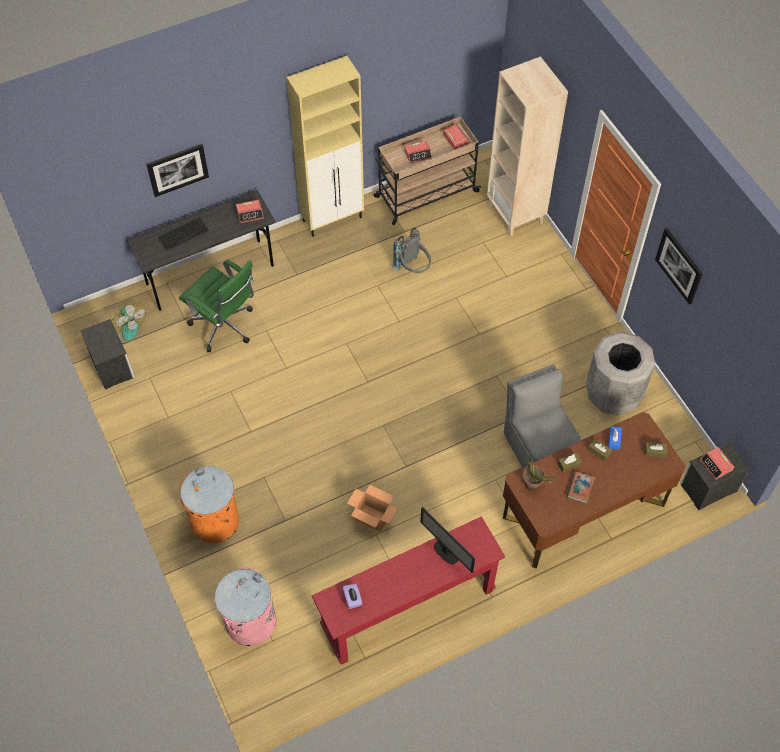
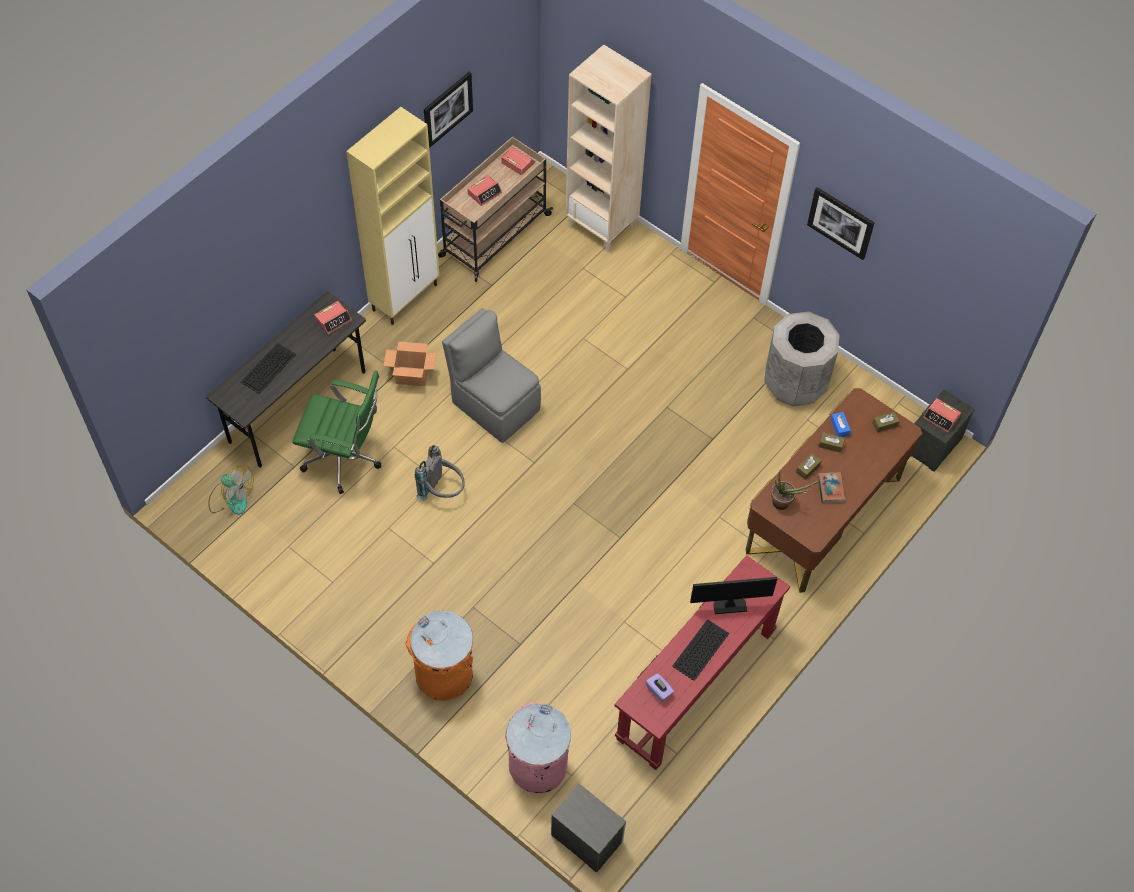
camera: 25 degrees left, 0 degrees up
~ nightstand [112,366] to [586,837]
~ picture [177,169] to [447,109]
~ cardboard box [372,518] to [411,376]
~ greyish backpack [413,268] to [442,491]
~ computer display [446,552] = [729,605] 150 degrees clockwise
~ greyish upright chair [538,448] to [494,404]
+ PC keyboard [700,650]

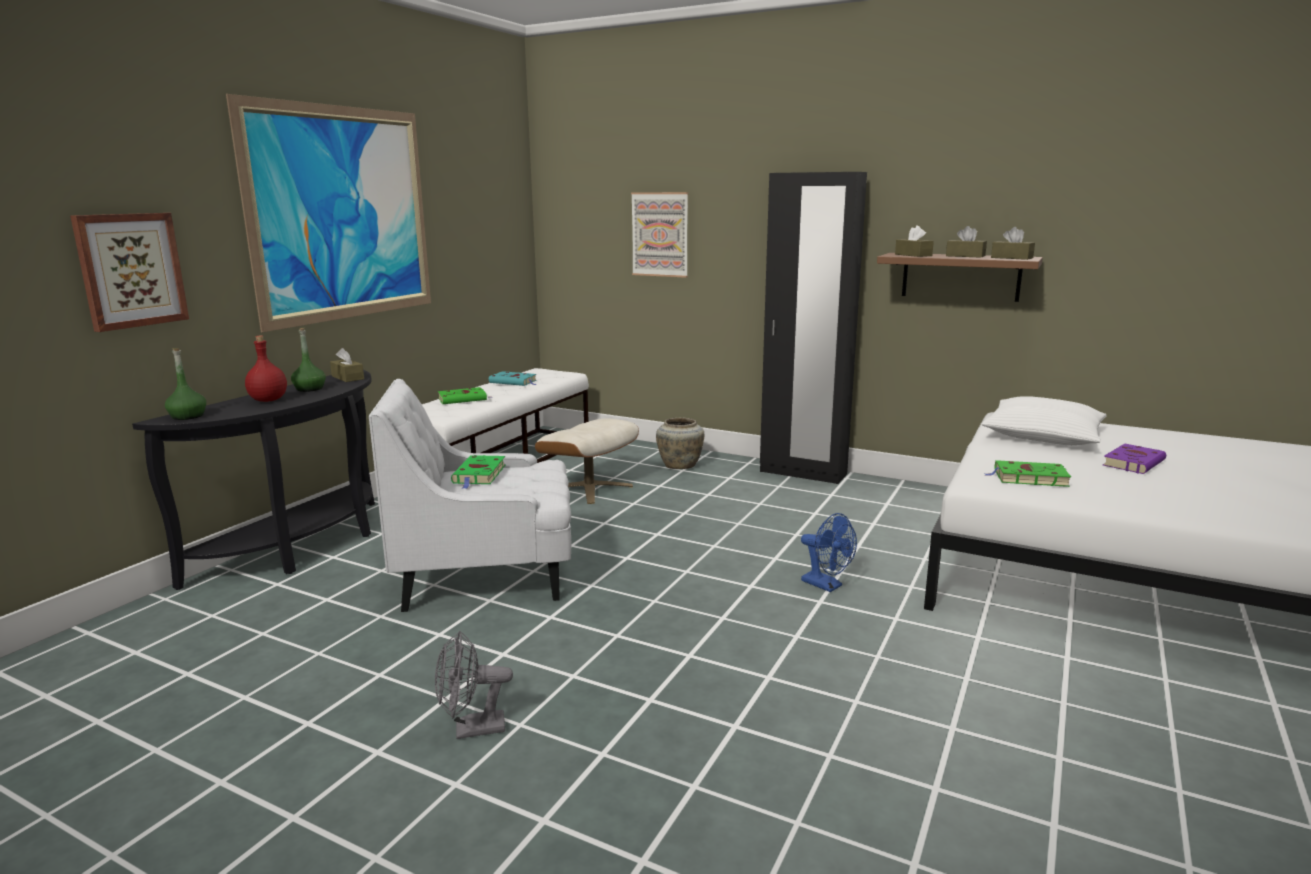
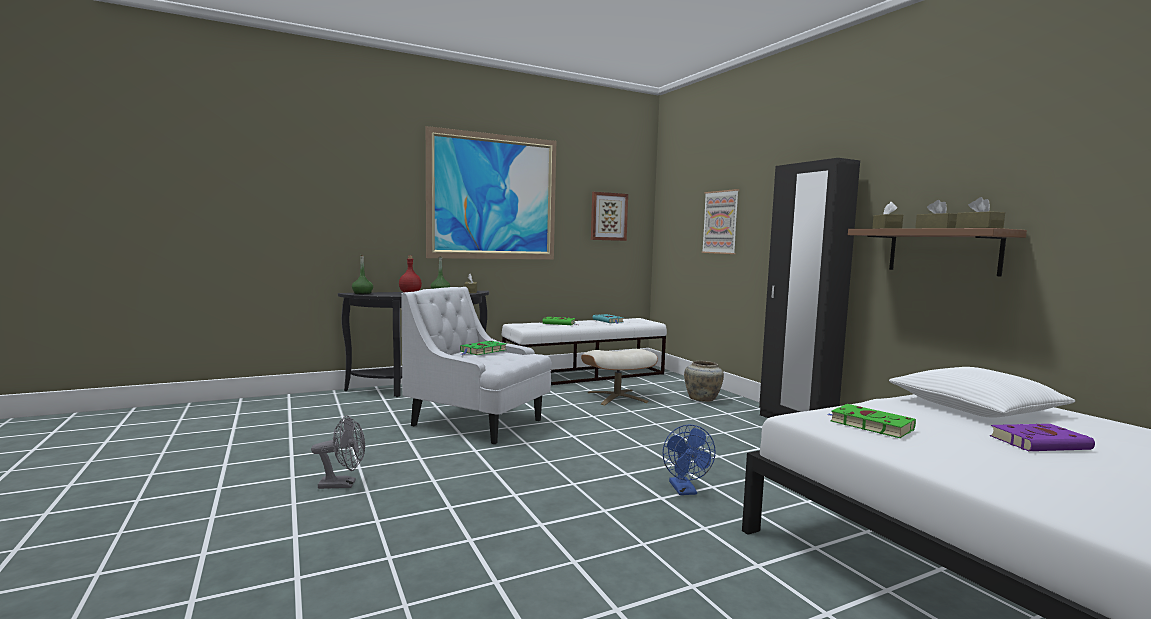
camera: 35 degrees right, 10 degrees down
~ picture [130,270] to [608,216]
~ greyish electric fan [471,729] = [343,484] 150 degrees clockwise

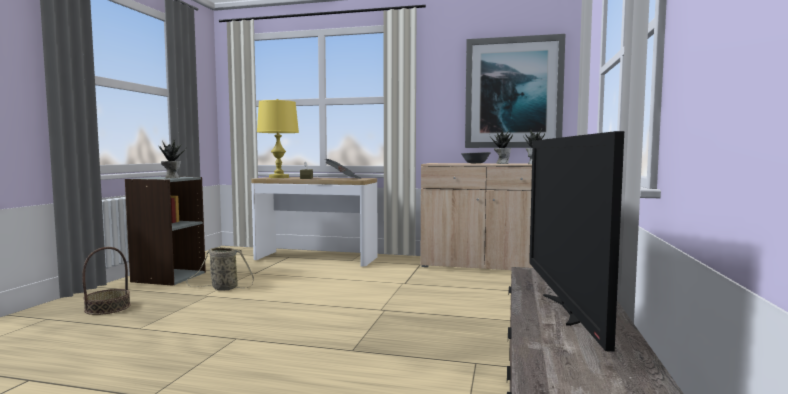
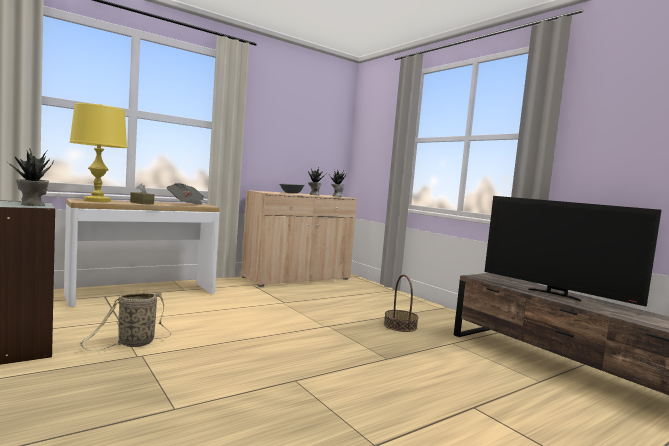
camera: 50 degrees left, 0 degrees up
~ basket [107,308] to [400,326]
- picture [513,93]

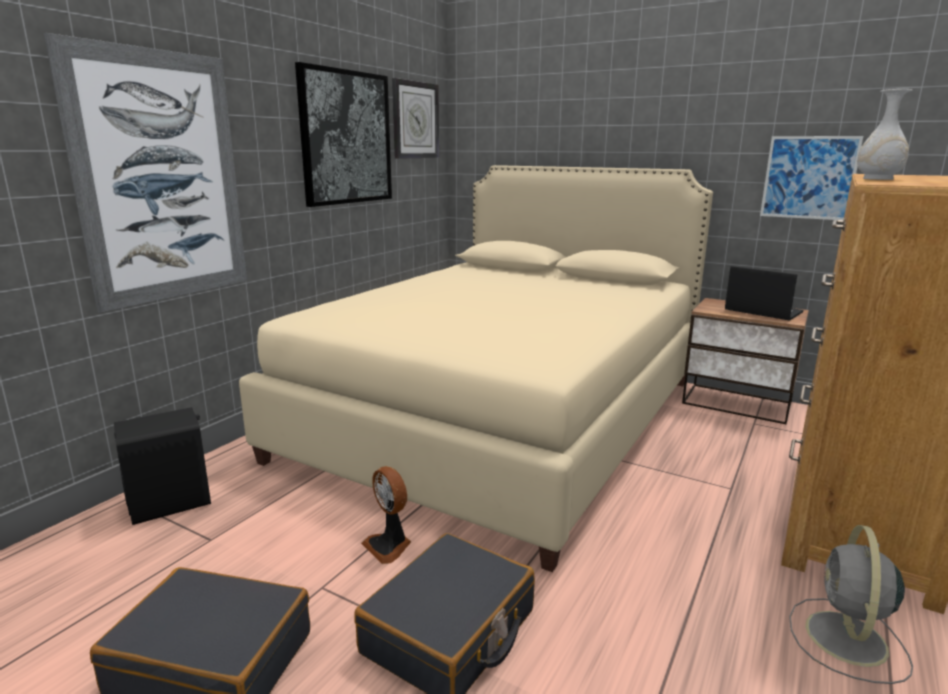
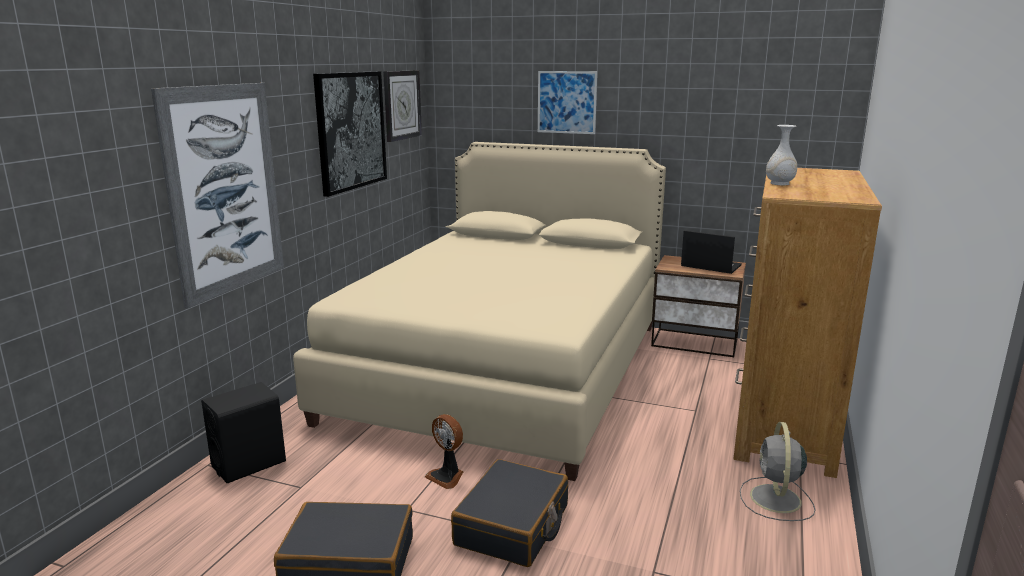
camera: 10 degrees left, 0 degrees up
~ picture [809,177] to [566,102]

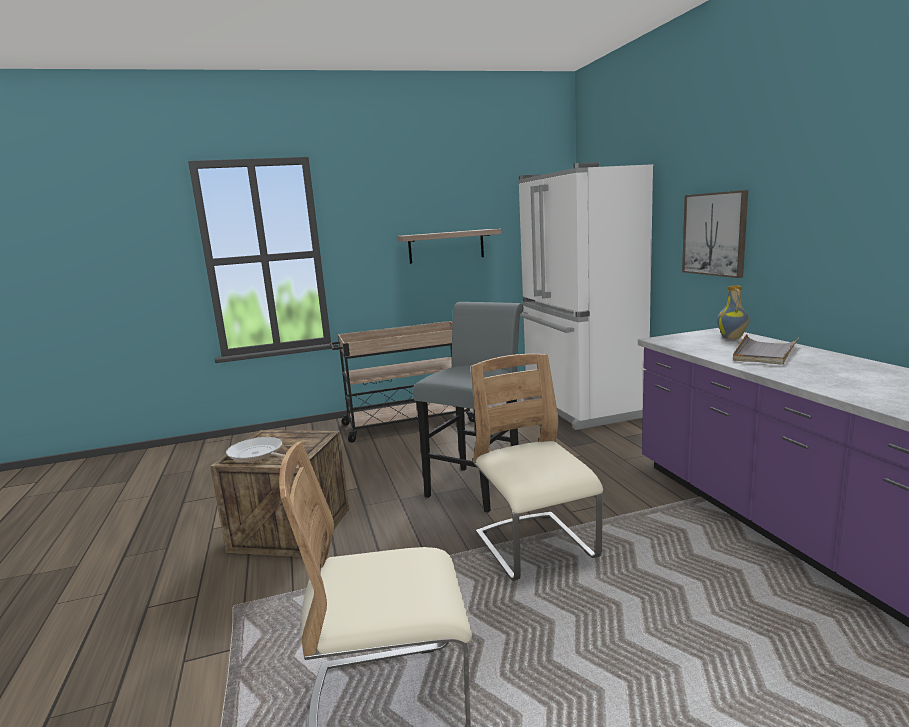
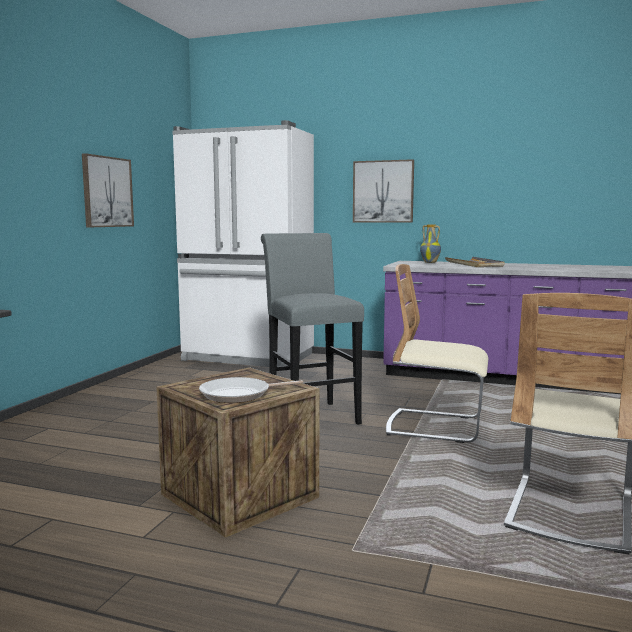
camera: 55 degrees left, 5 degrees down
- sand-coloured cart [407,423]
~ shelf [446,246] to picture [107,192]

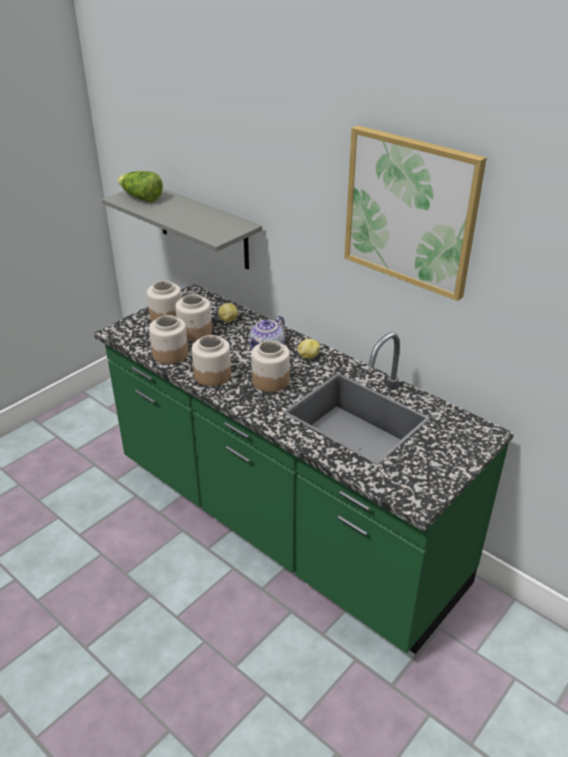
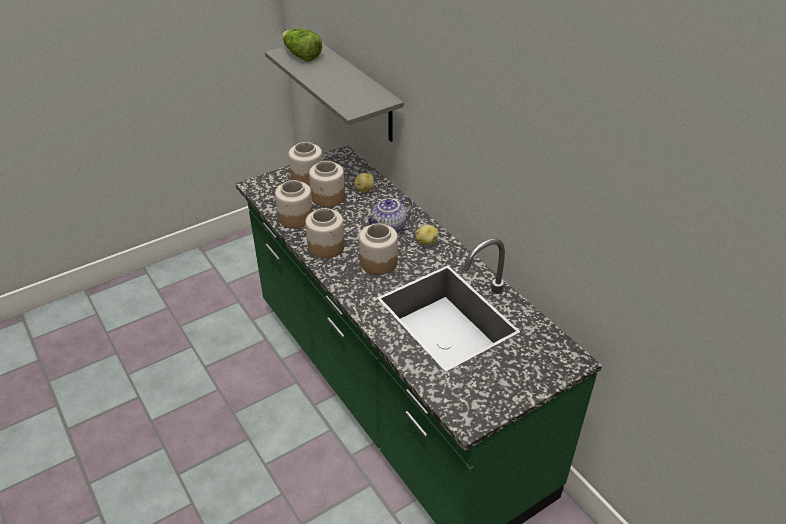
camera: 15 degrees right, 5 degrees up
- picture [410,211]

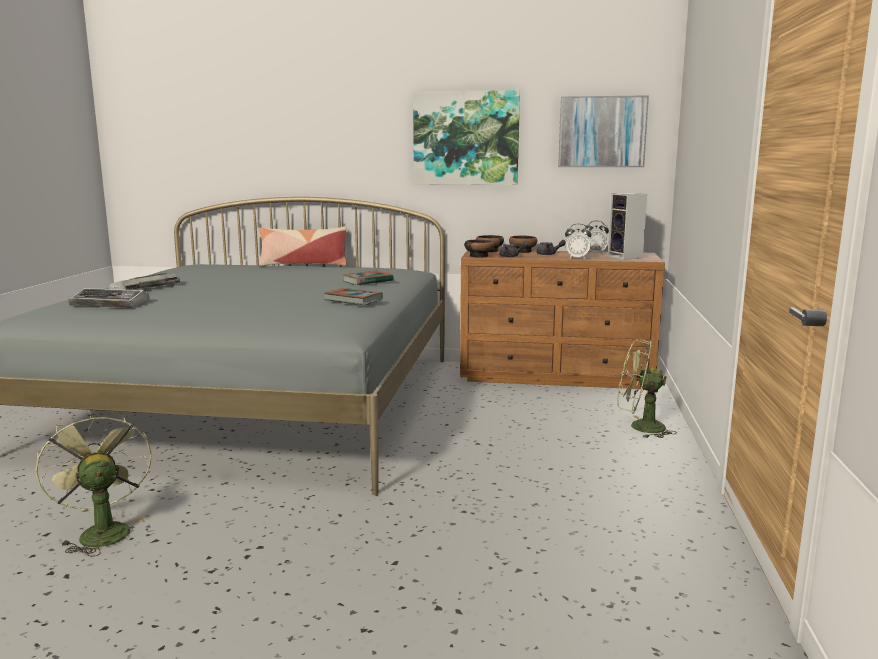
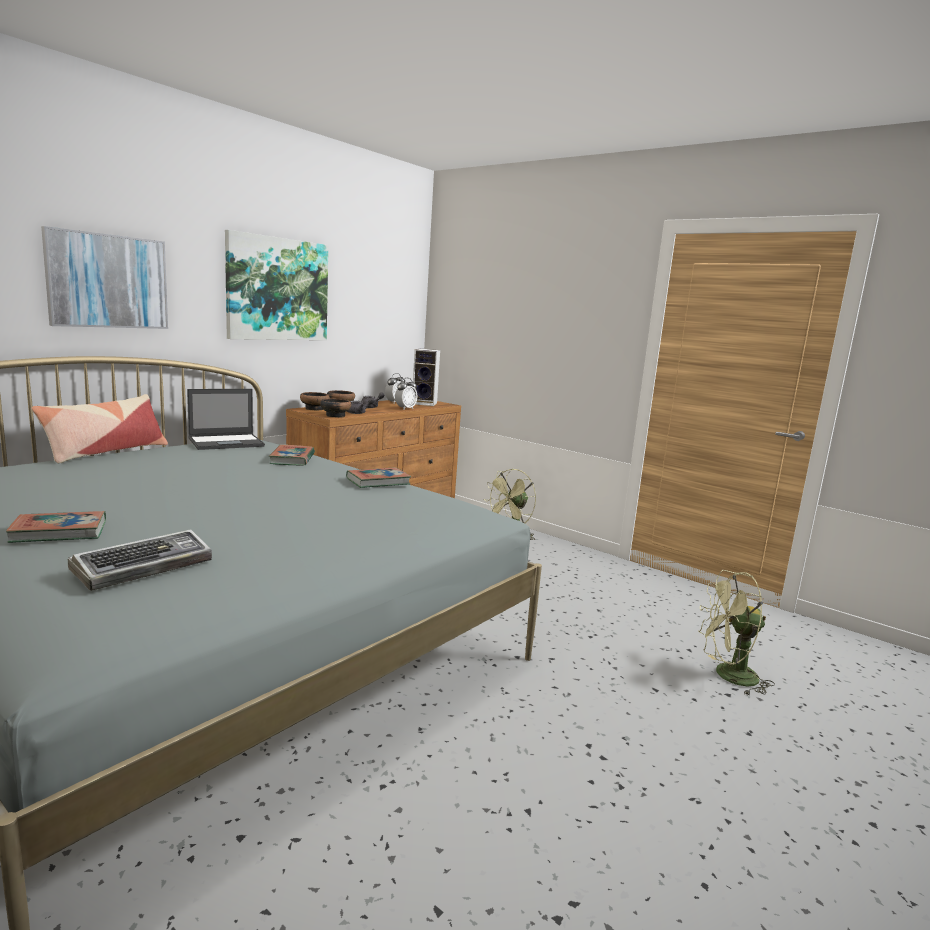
camera: 60 degrees left, 0 degrees up
~ green electric fan [101,531] to [727,676]
~ PC keyboard [145,288] to volume [59,532]
~ picture [602,132] to [108,281]
+ laptop [227,442]

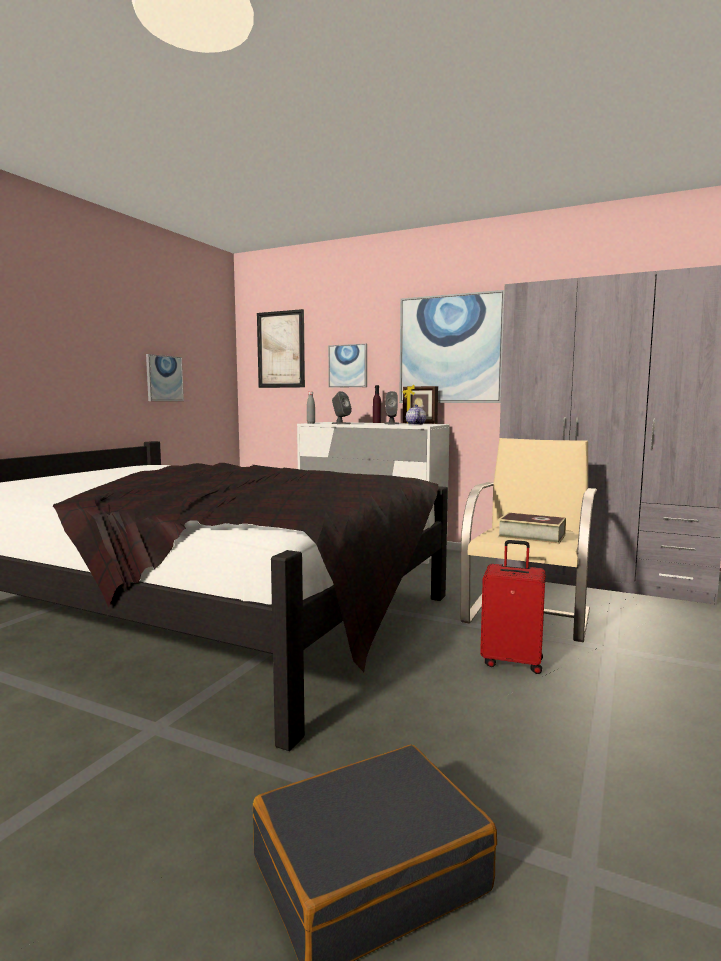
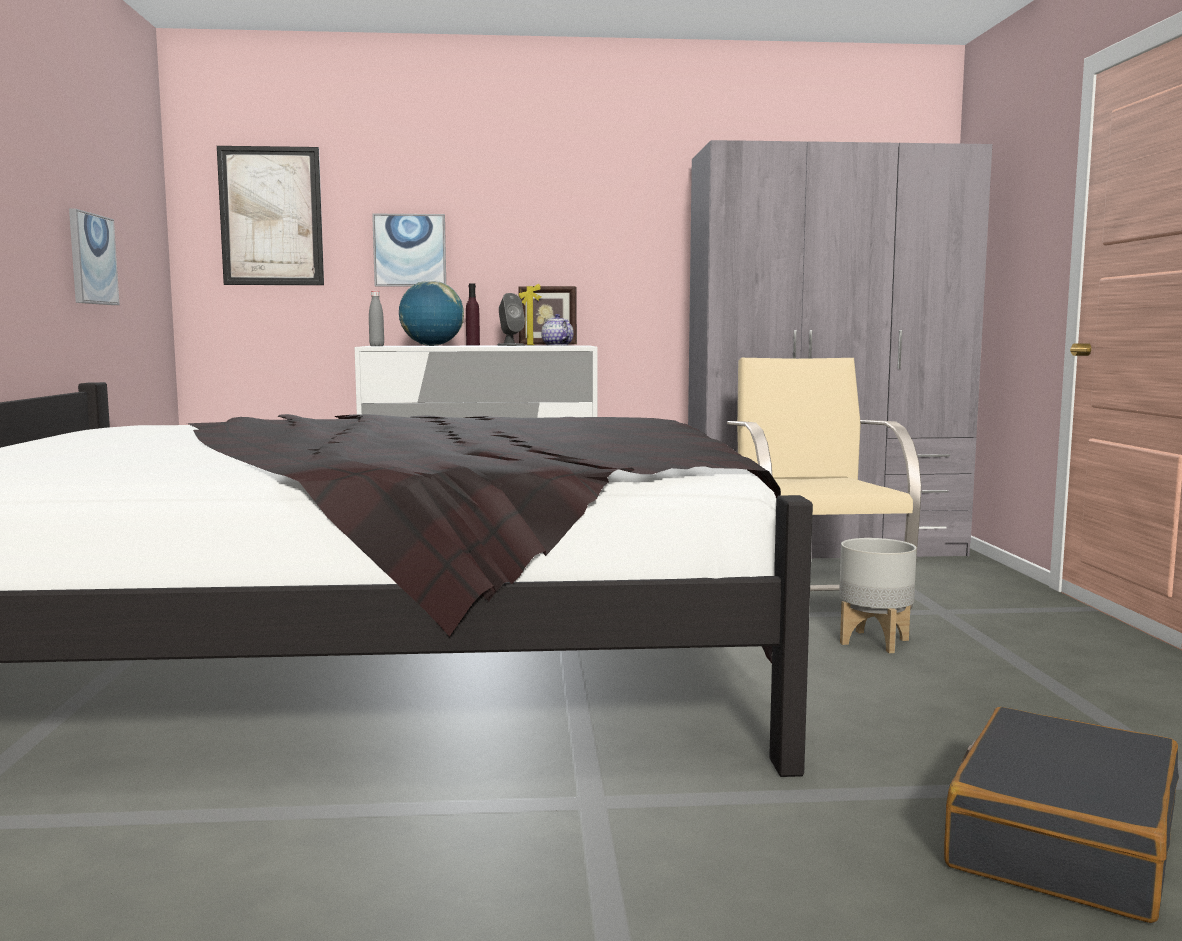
camera: 30 degrees left, 0 degrees up
~ greyish audio speaker [341,423] to desk globe [432,346]
- picture [450,349]
~ red piece of luggage [512,661] to greyish plant pot [874,641]
- volume [531,536]

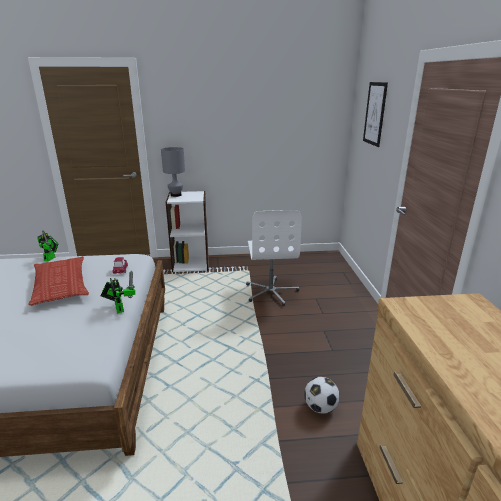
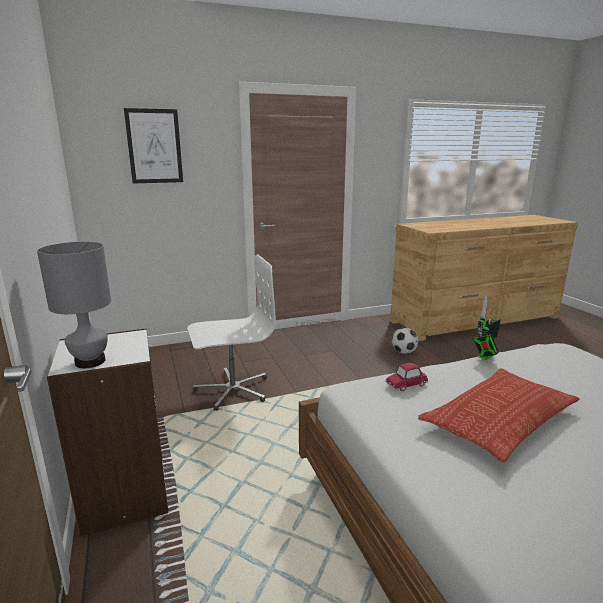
camera: 105 degrees left, 5 degrees down
- model robot [51,258]

